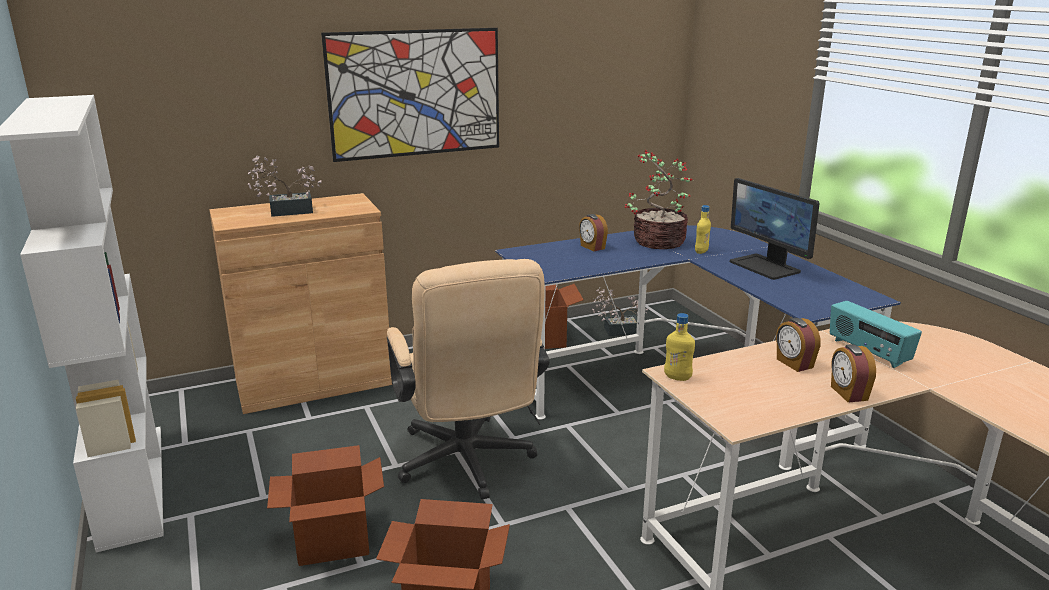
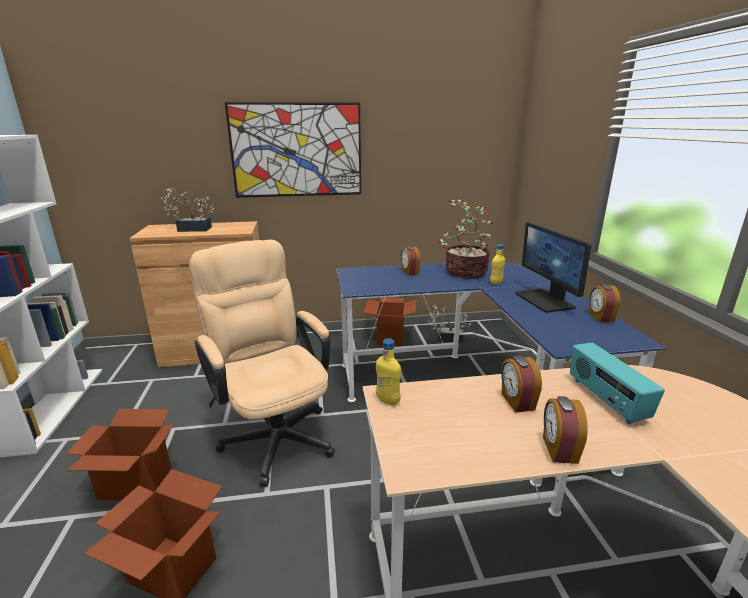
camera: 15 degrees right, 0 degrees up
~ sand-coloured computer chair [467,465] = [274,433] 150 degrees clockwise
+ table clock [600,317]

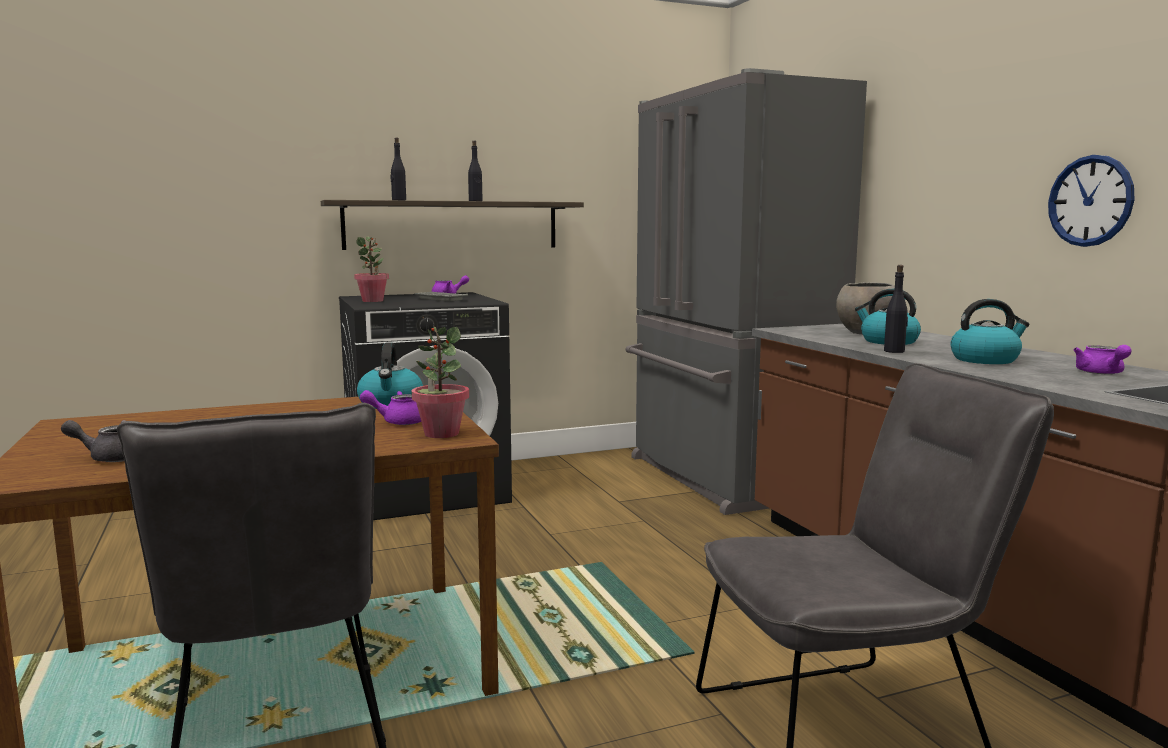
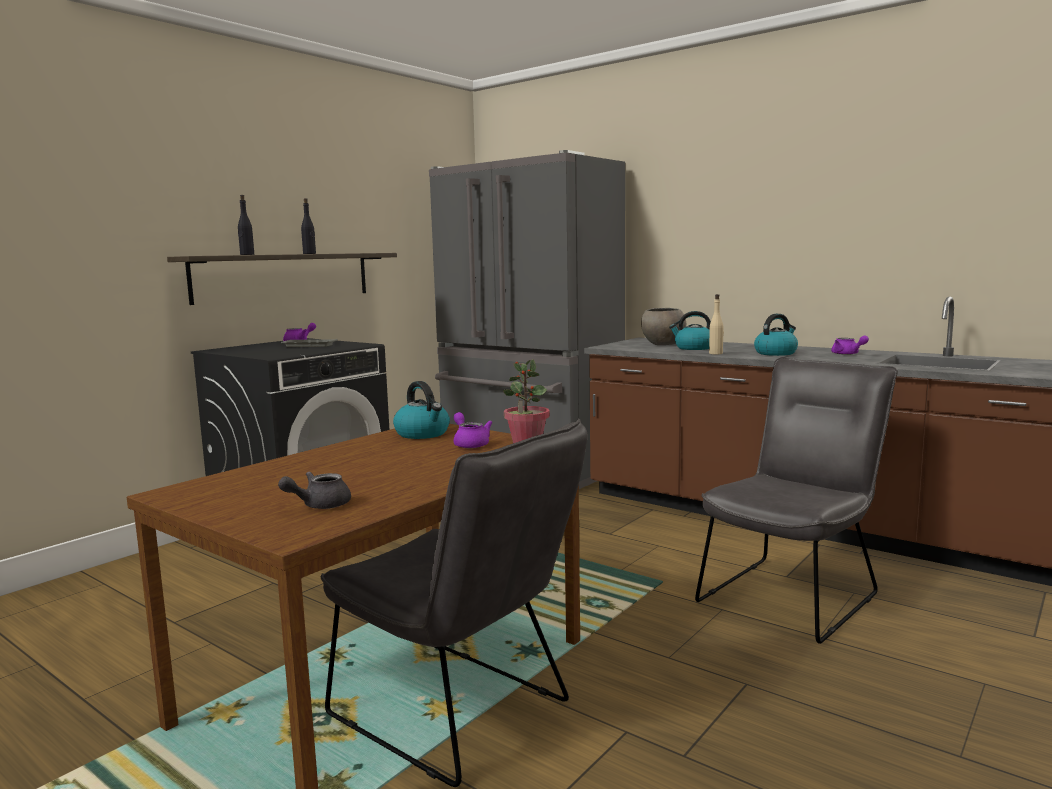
camera: 30 degrees left, 0 degrees up
- potted plant [373,301]
~ purplish teapot [398,422] = [470,444] 105 degrees clockwise
~ blackish beverage bottle [894,351] to sand-coloured beverage bottle [716,353]
- wall clock [1090,201]

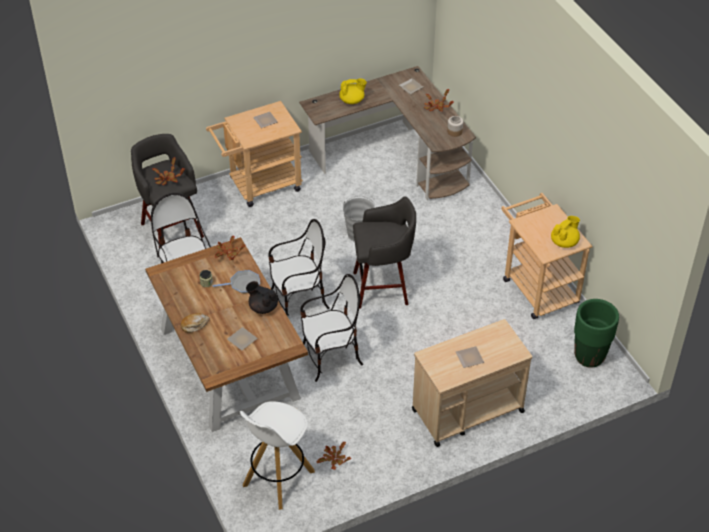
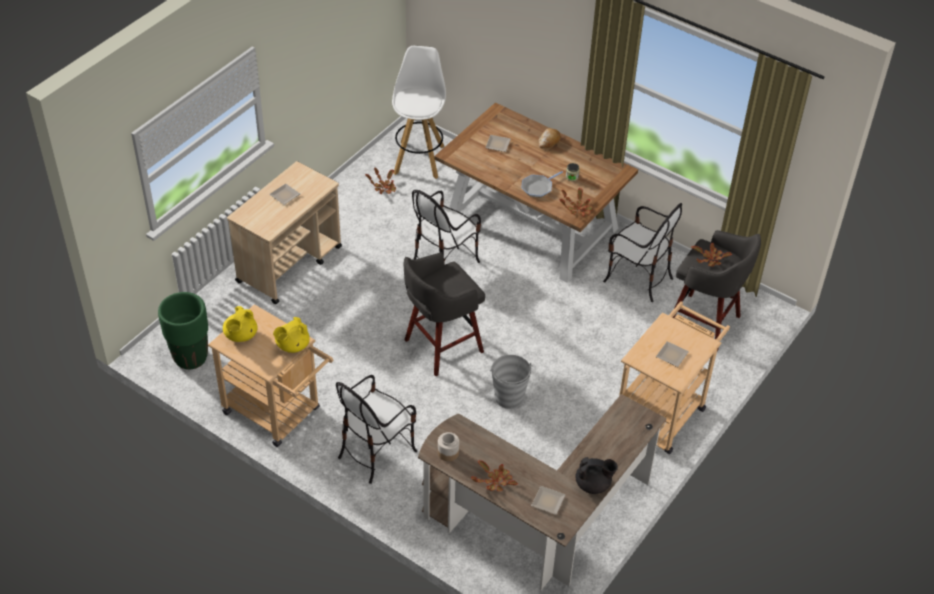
camera: 150 degrees right, 0 degrees up
~ blackish teapot [263,307] to [593,484]
~ upright chair [299,302] to [376,451]
~ yellow-coloured teapot [352,100] to [292,346]

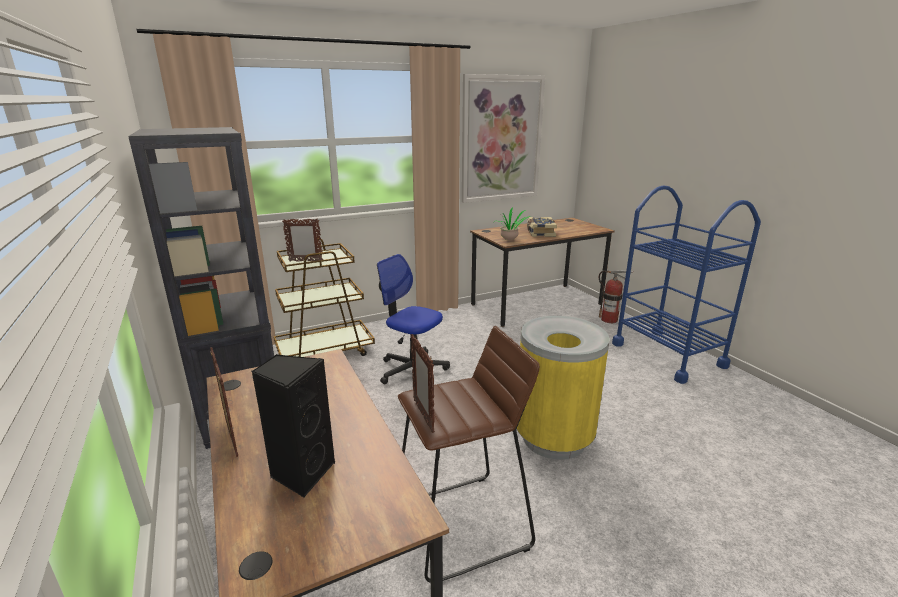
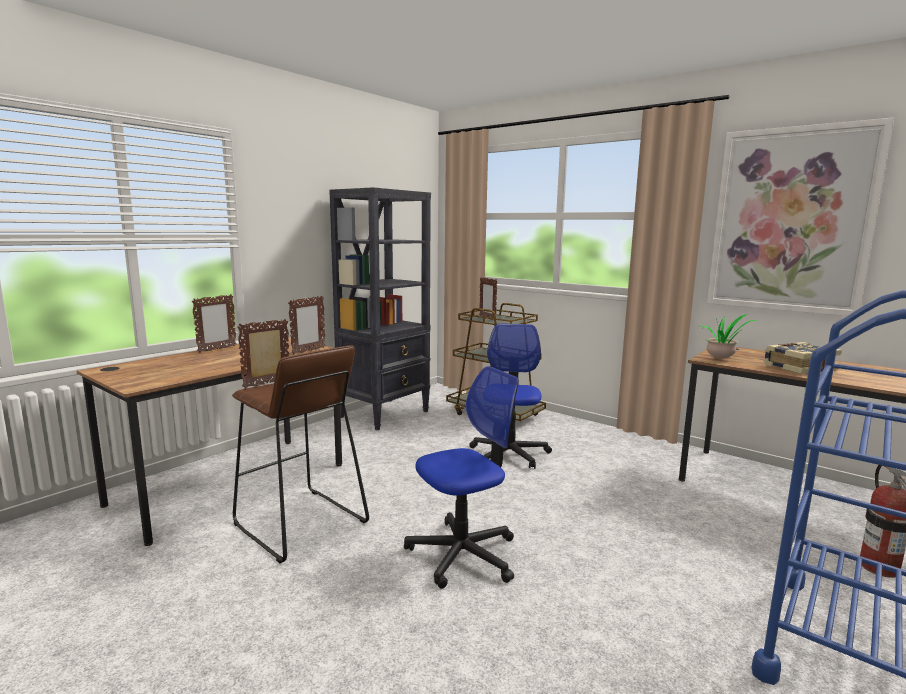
camera: 65 degrees right, 10 degrees down
- blackish audio speaker [301,473]
~ yellow-coloured rubbish bin [554,438] to computer chair [463,554]
+ photo frame [308,351]

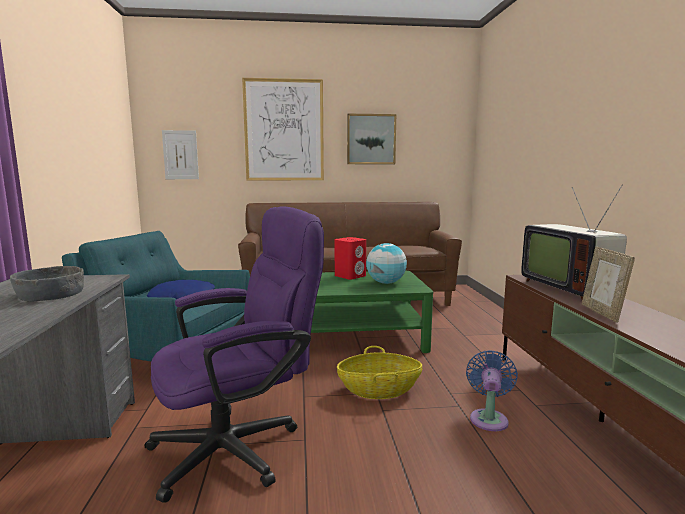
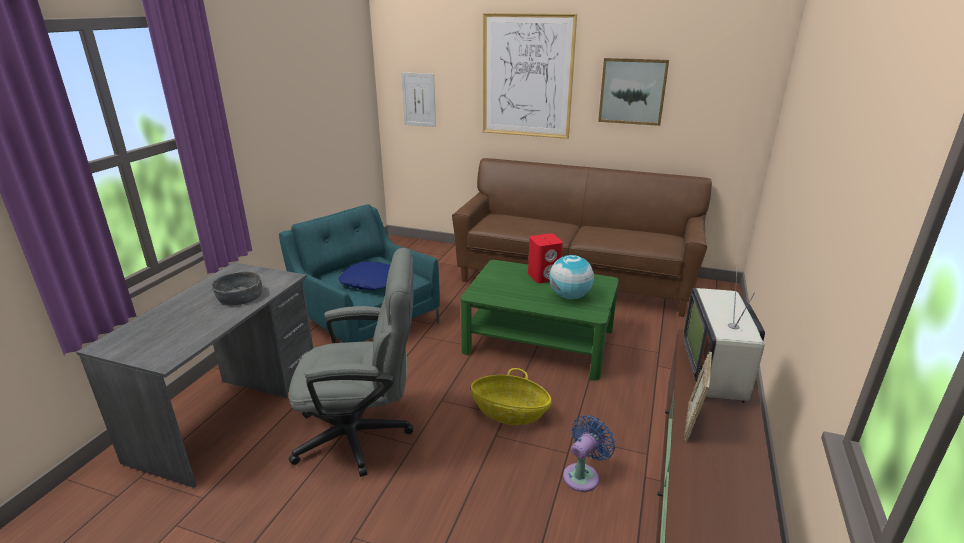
camera: 25 degrees right, 15 degrees up
~ purplish computer chair [239,447] to greyish computer chair [363,435]

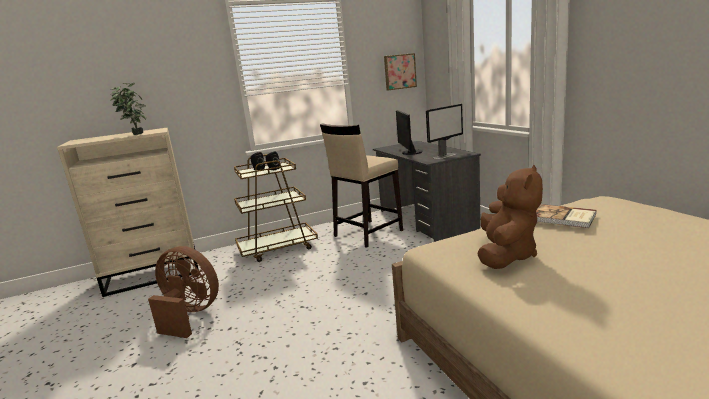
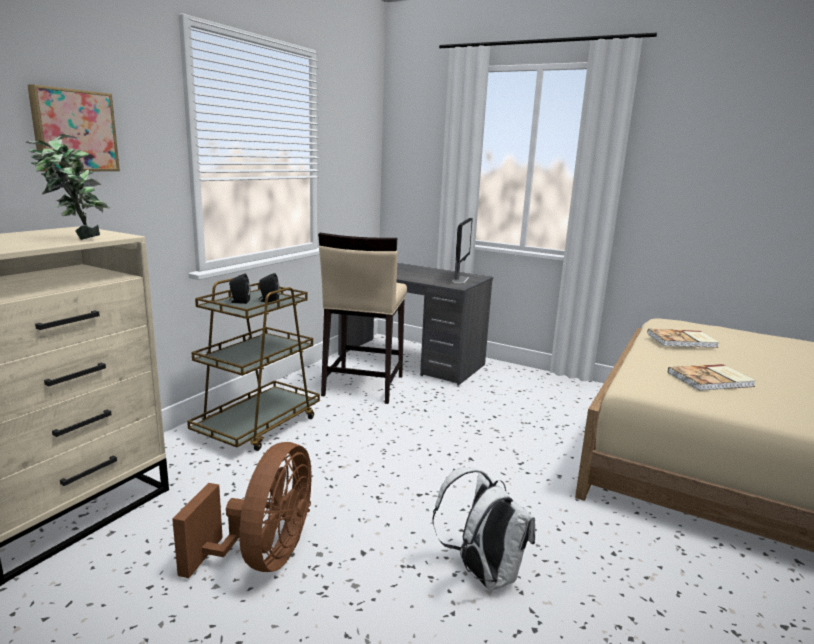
camera: 40 degrees left, 0 degrees up
~ brown-coloured electric fan [189,315] = [263,557] 120 degrees clockwise
~ picture [399,71] to [74,131]
- computer display [409,153]
~ brown-coloured soft toy [506,255] to volume [711,380]
+ white-coloured backpack [482,573]

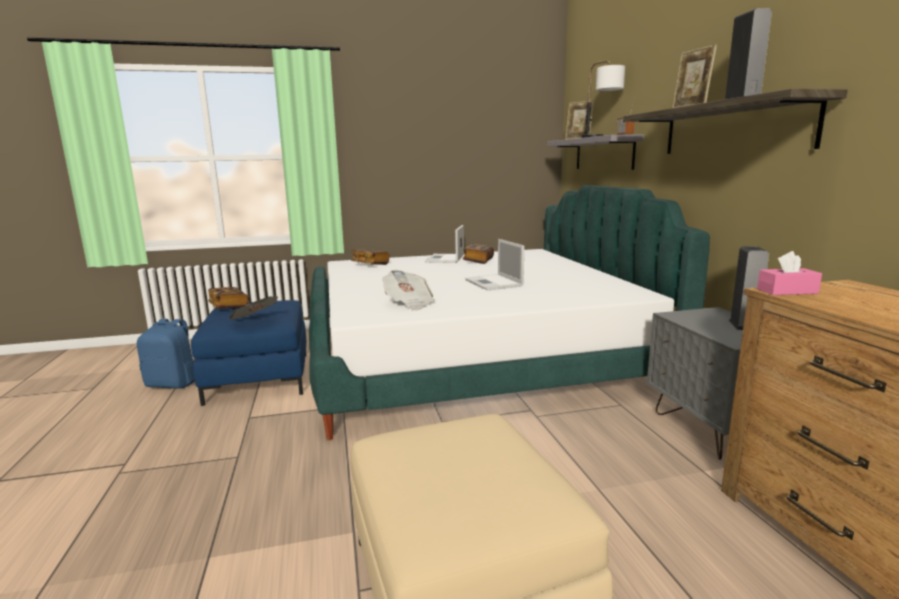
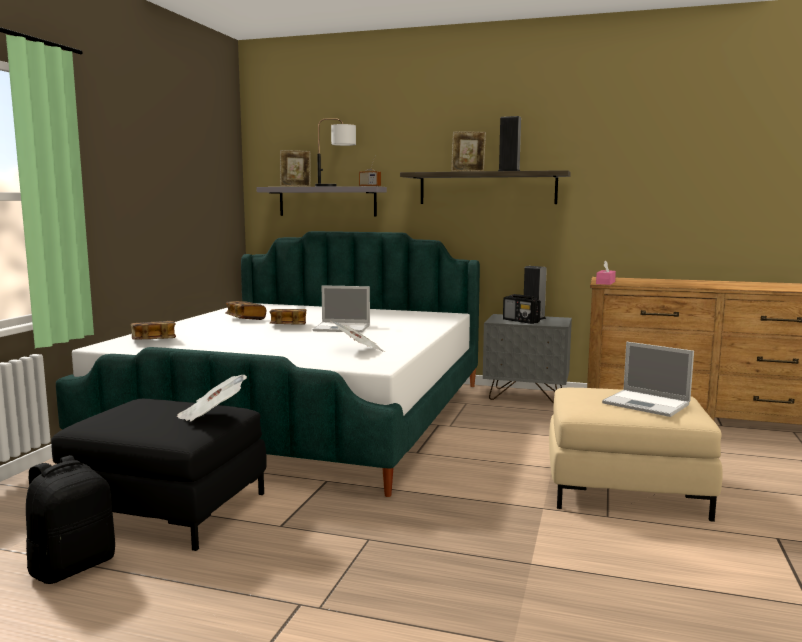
camera: 60 degrees left, 5 degrees down
~ bluish backpack [173,384] to blackish backpack [73,566]
~ bluish footrest [259,377] to blackish footrest [167,509]
~ volume [229,306] to [288,326]
~ laptop [445,259] to [647,404]
+ radio [521,321]

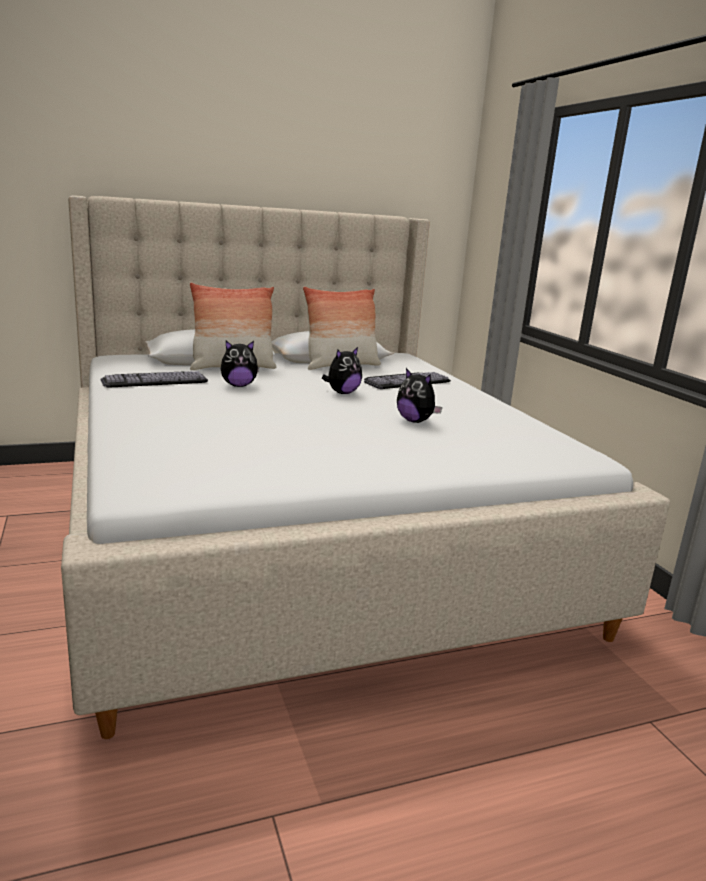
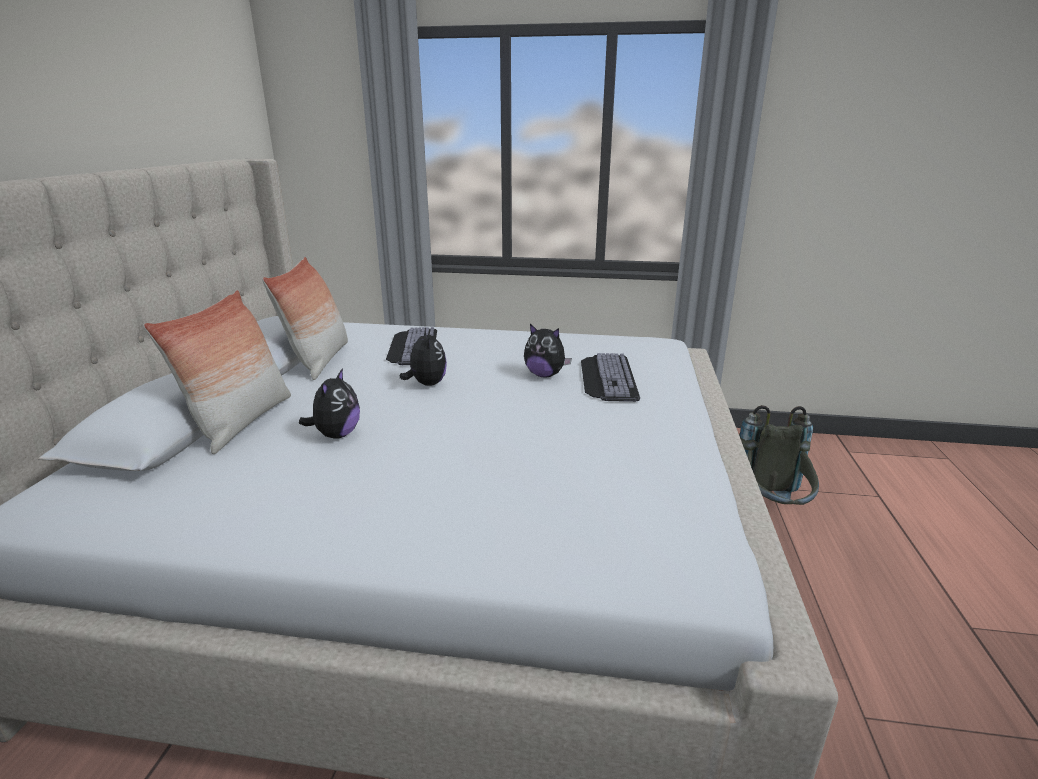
camera: 60 degrees left, 5 degrees up
~ PC keyboard [154,379] to [606,377]
~ soft toy [415,421] = [545,375] 45 degrees clockwise
+ greyish backpack [770,512]

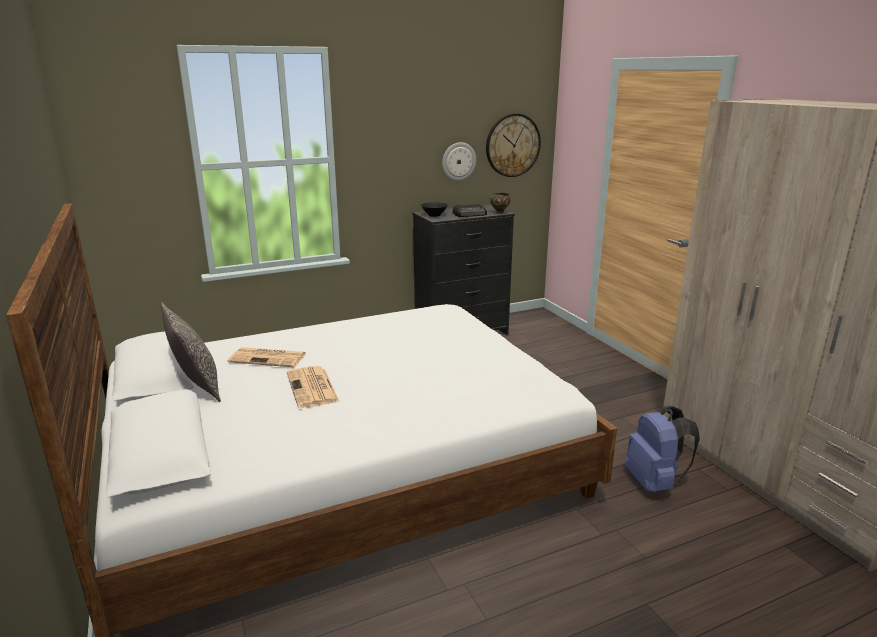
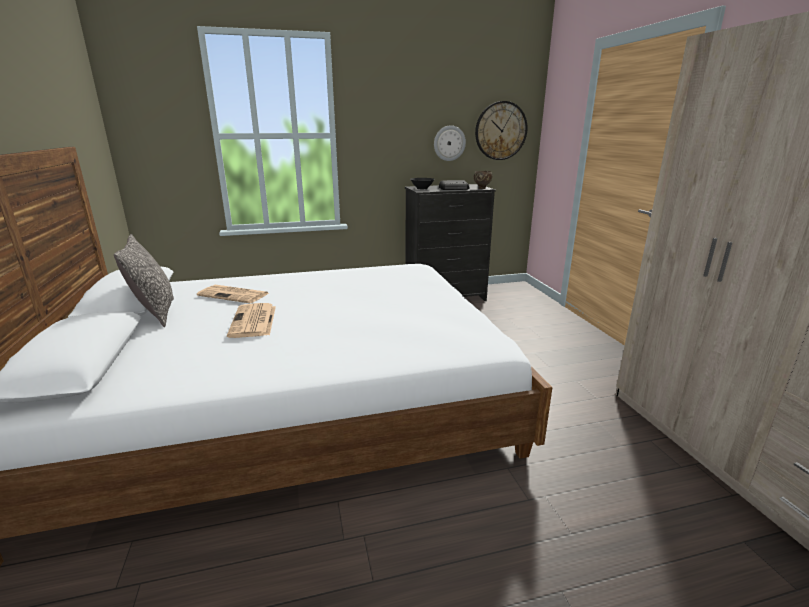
camera: 10 degrees right, 0 degrees up
- bluish backpack [654,483]

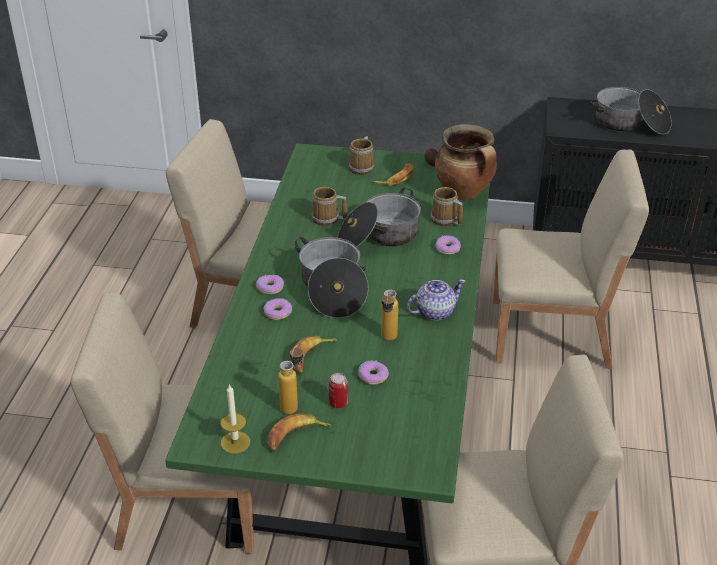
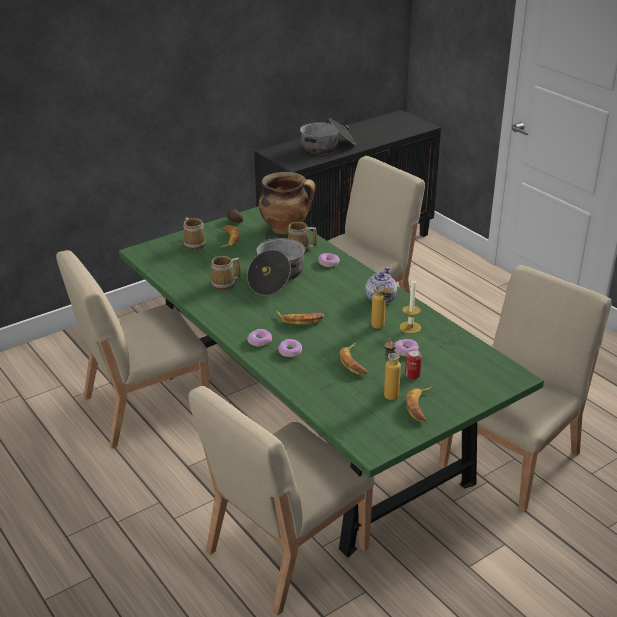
camera: 45 degrees left, 5 degrees down
~ wax candle [235,442] to [410,327]
~ stockpot [332,289] to banana [300,320]

